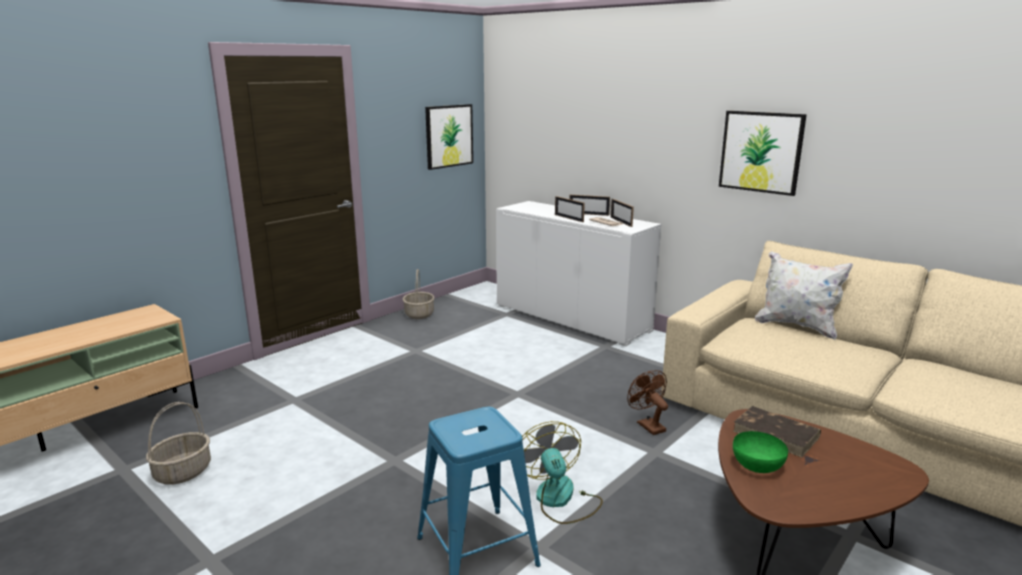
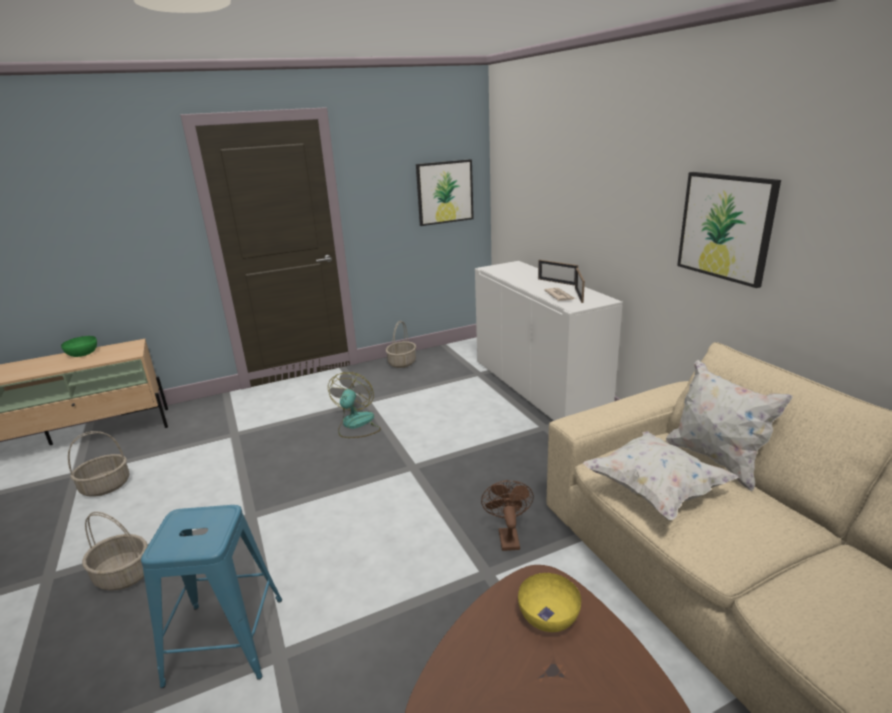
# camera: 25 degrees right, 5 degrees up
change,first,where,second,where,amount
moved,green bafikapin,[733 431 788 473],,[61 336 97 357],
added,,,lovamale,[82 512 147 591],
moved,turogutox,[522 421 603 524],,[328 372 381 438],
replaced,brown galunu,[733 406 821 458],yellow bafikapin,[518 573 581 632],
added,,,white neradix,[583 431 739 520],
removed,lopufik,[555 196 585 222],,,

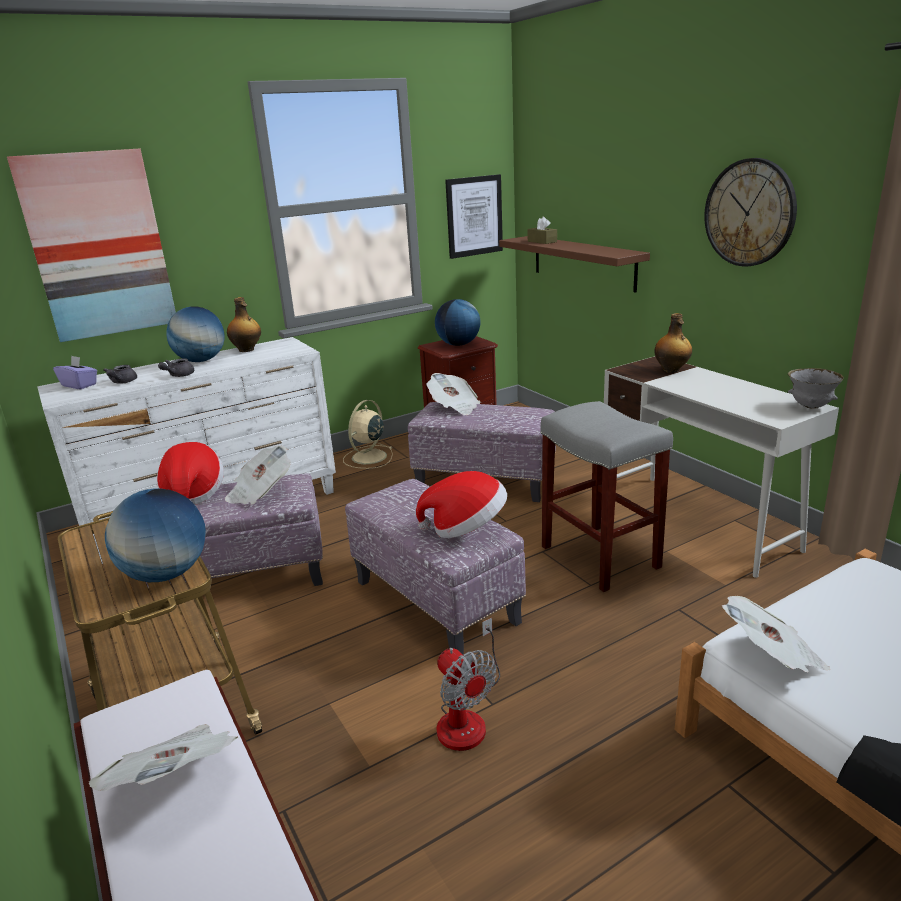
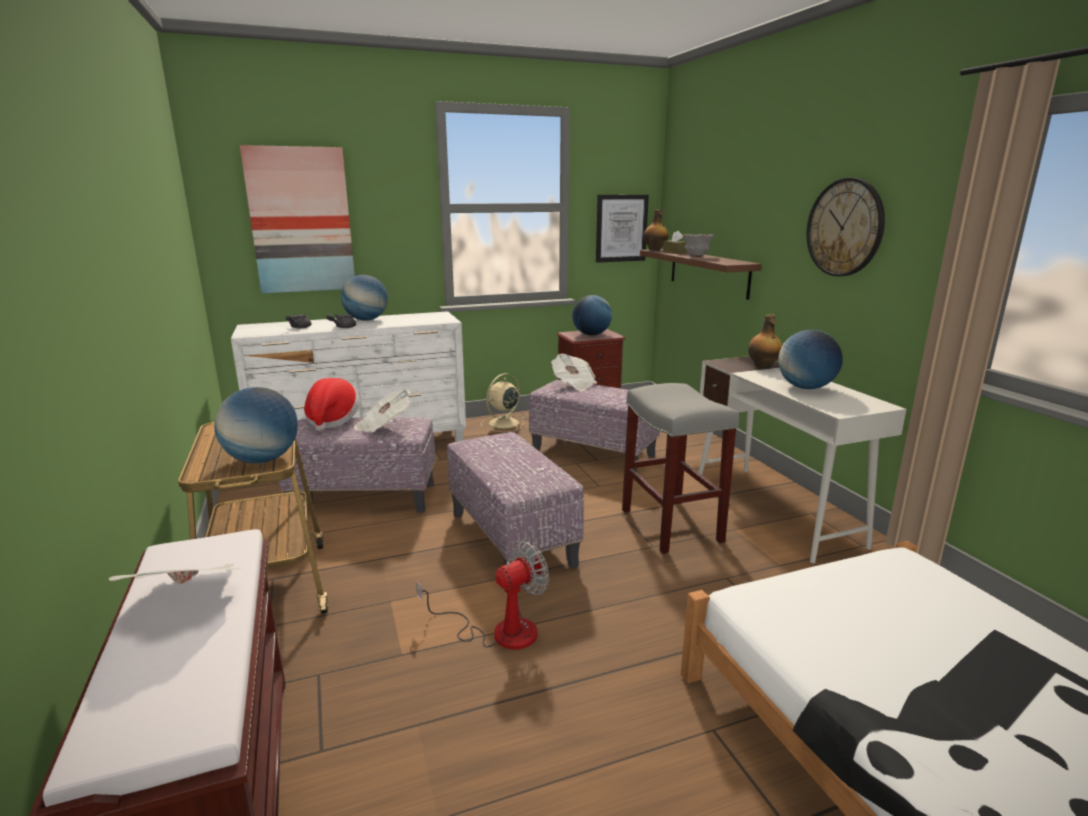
# camera: 10 degrees right, 5 degrees down
change,first,where,second,where,amount
turned,turogutox,[437 618 500 751],,[416 541 549 650],105 degrees counterclockwise
moved,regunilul,[227 297 261 352],,[644 209 669 251],
moved,grey bafikapin,[788 368 844 408],,[682 234 714 257],
added,,,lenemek,[778 330 843 389],
removed,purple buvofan,[53 355 97 389],,,
removed,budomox,[416 471 507 538],,,
removed,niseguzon,[722 596 830 673],,,

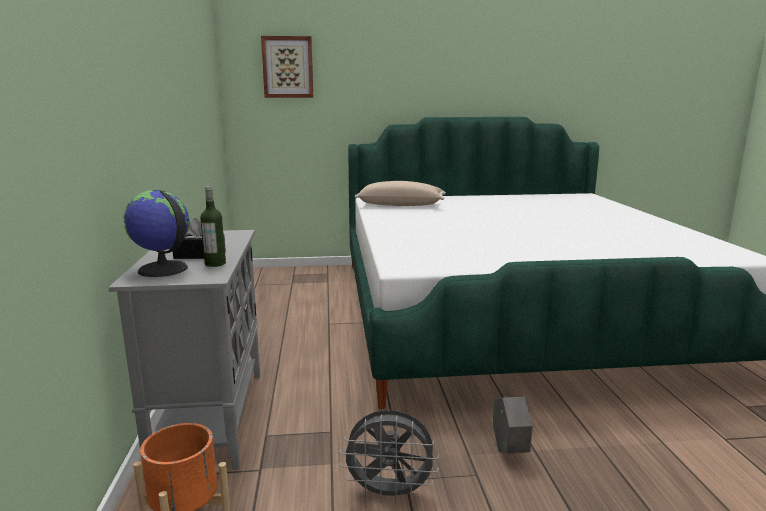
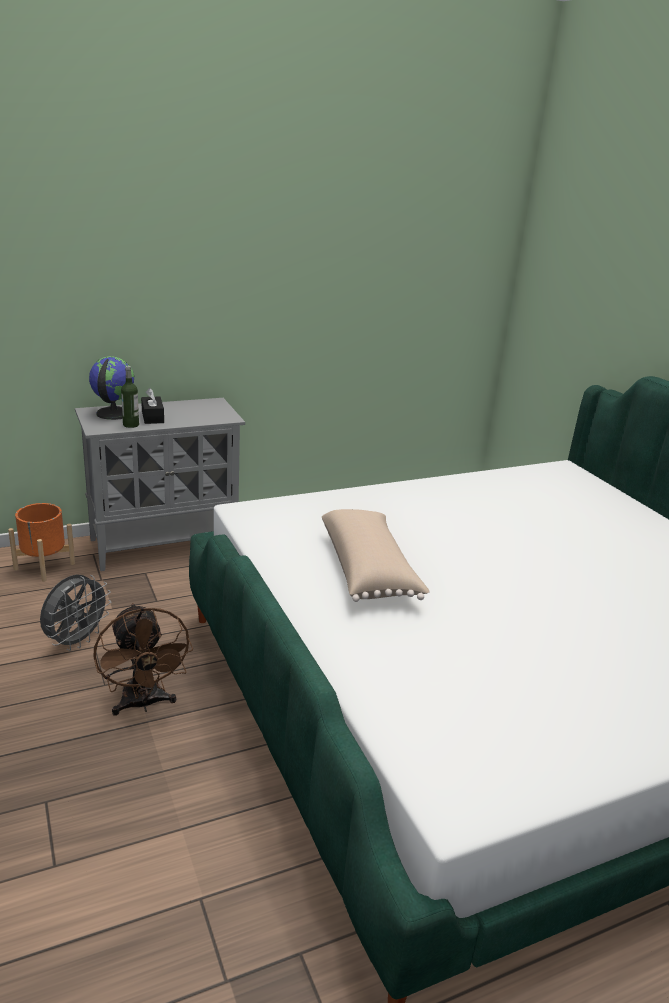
# camera: 70 degrees right, 10 degrees up
change,first,where,second,where,amount
turned,grey turogutox,[339 410 439 503],,[40 574 111 651],135 degrees counterclockwise
replaced,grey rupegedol,[493 397 532 453],brown turogutox,[93 603 193 715],
moved,beige neradix,[355 181 446 206],,[322 509 430 602],
removed,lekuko,[261 36 313 98],,,

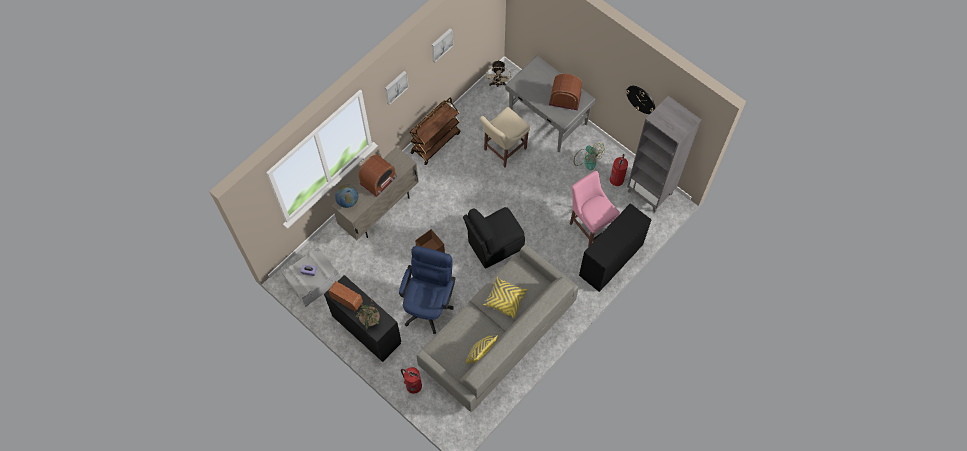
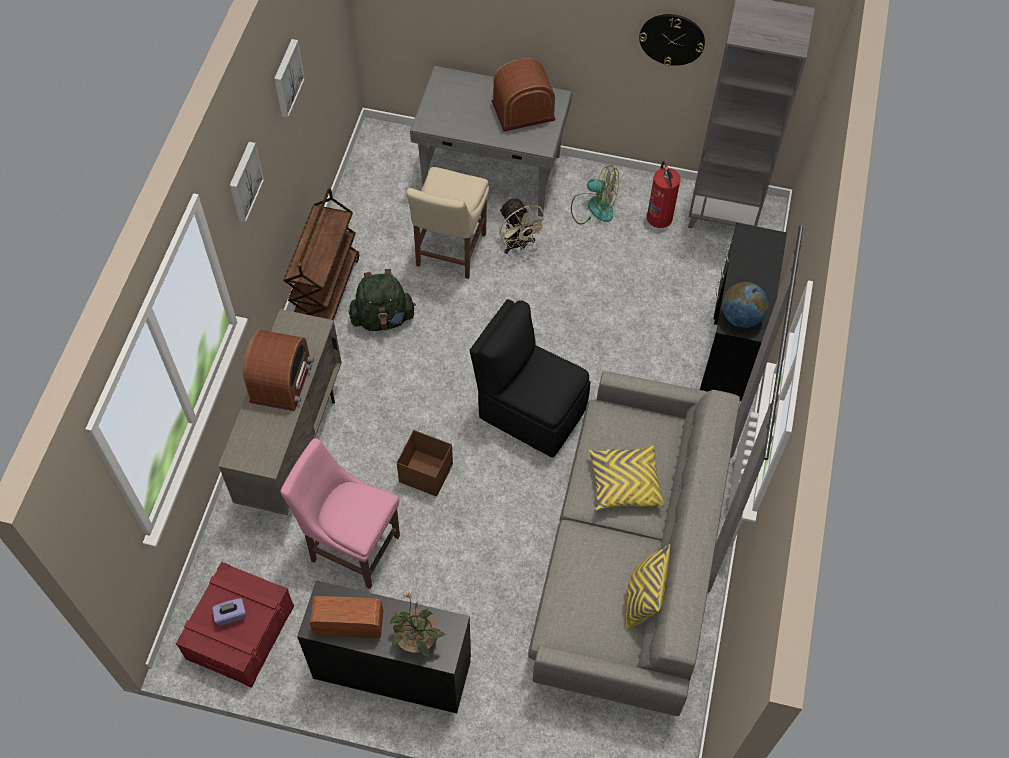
# camera: 30 degrees left, 5 degrees down
change,first,where,second,where,amount
recoloured,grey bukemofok,[282 247 340 307],red bukemofok,[176 562 294 688],
moved,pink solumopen,[570 171 620 247],,[280 439 400 589],
added,,,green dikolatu,[349 269 416 331],
turned,black solumopen,[463 207 525 269],,[469 299 590 457],90 degrees clockwise
moved,beige turogutox,[486 60 511 87],,[500 197 549 254],
moved,lenemek,[335 185 358 208],,[722 282 769 328],
removed,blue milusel,[399 246 455 334],,,
removed,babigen,[401 367 422 394],,,

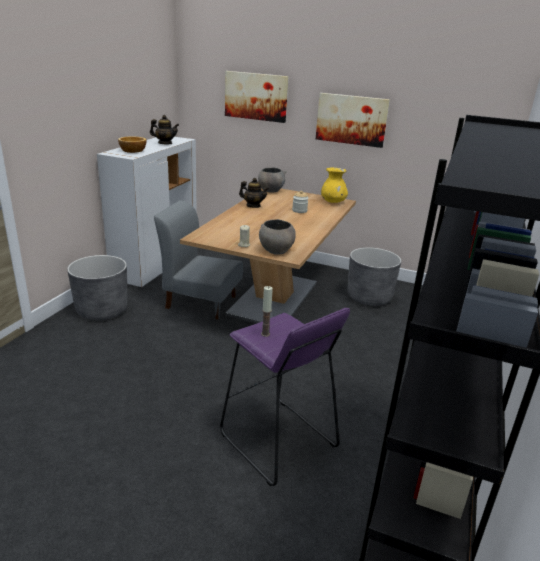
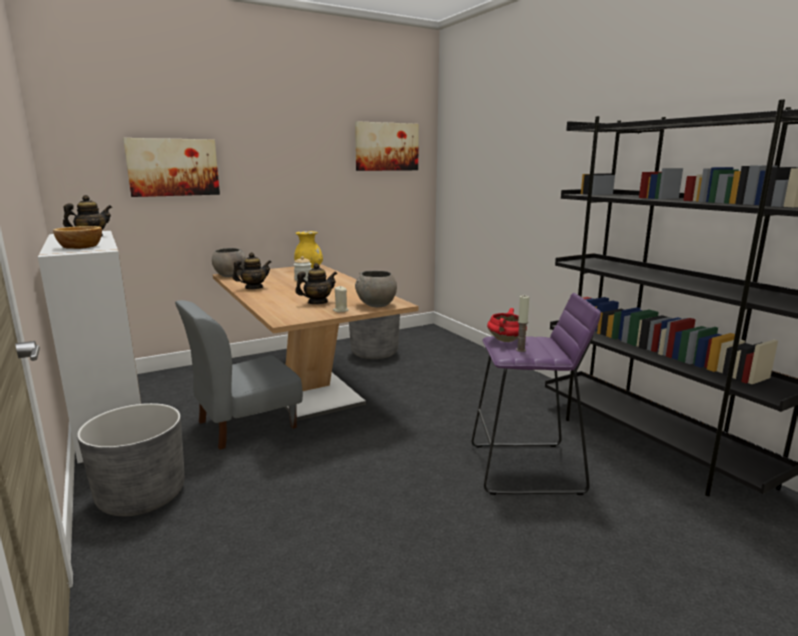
# camera: 50 degrees left, 10 degrees down
change,first,where,second,where,amount
added,,,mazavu,[295 263 337 304],
moved,lekuko,[316 93 390 148],,[355 121 419 171],
added,,,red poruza,[487 308 527 342],

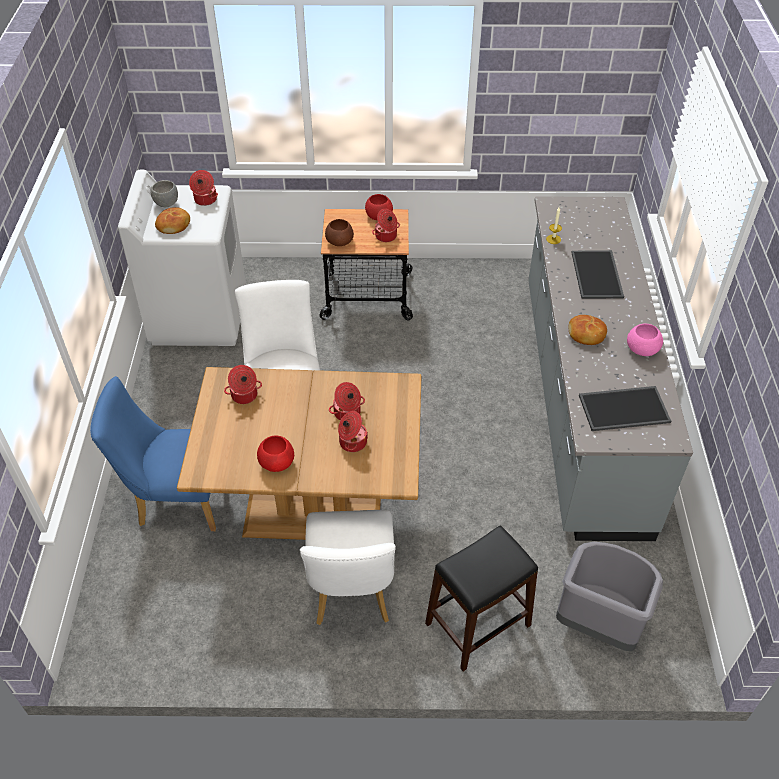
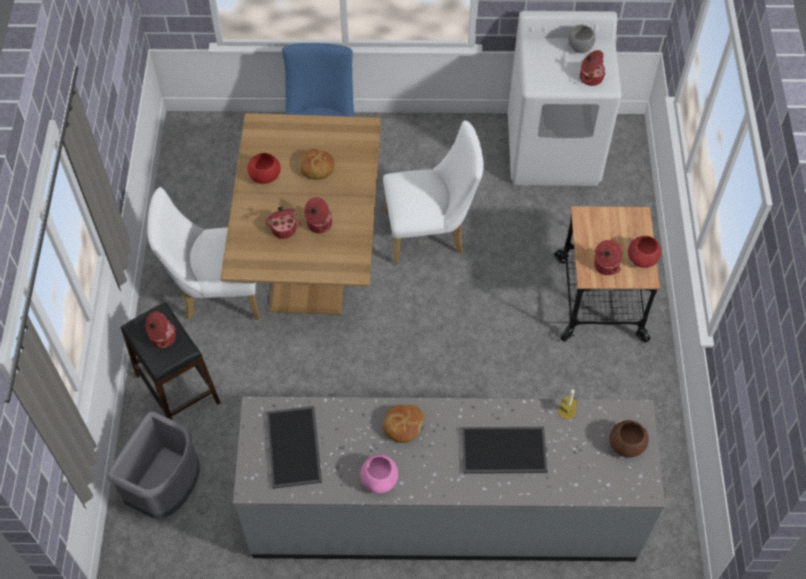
# camera: 90 degrees right, 10 degrees up
change,first,where,second,where,amount
moved,poruza,[224 365 262 404],,[146 312 176 348],
moved,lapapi,[155 207 190 234],,[299 149 335 180],
moved,brown bafikapin,[325 219 354 246],,[609 420 649 458],

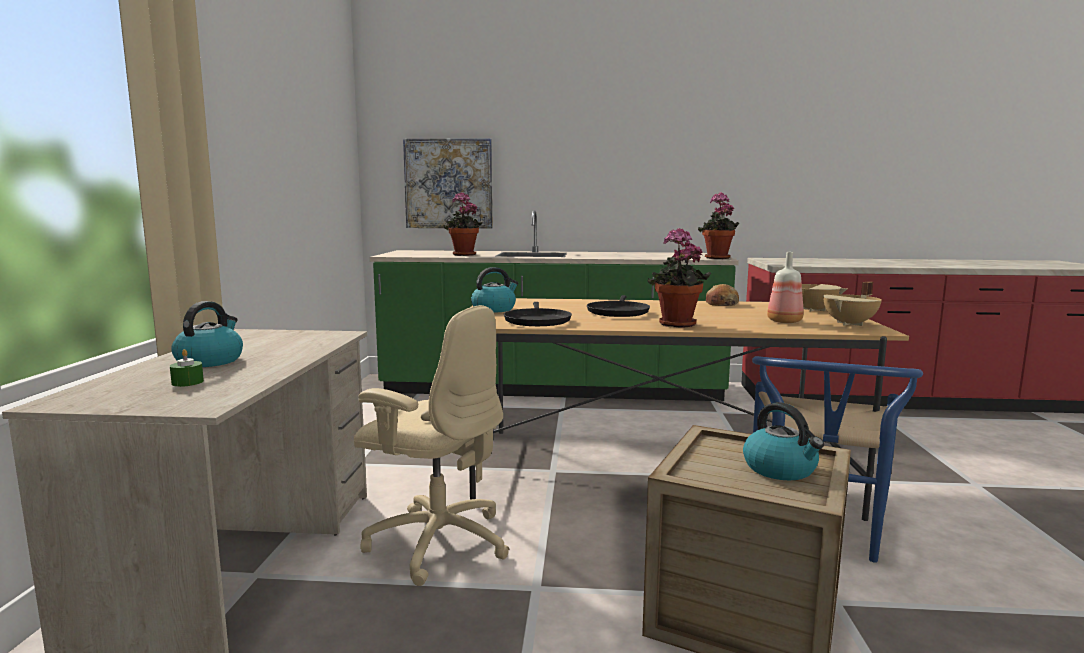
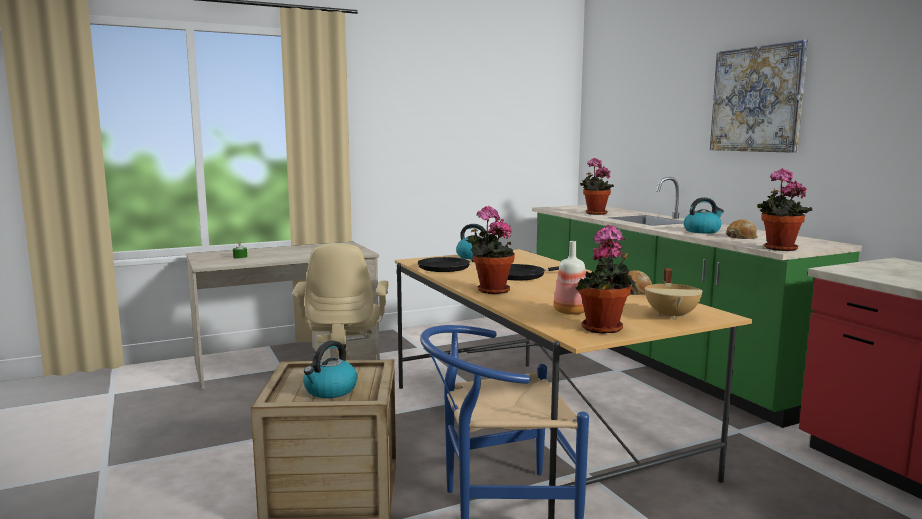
# camera: 60 degrees right, 0 degrees up
change,first,where,second,where,amount
replaced,beige poruza,[823 281 882 326],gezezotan,[576 225 636 334],
moved,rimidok,[171 301 243 367],,[684 197 724 233],
moved,lekuko,[403 138 493 229],,[710 40 808 153],
added,,,lapapi,[726 219 758 239],

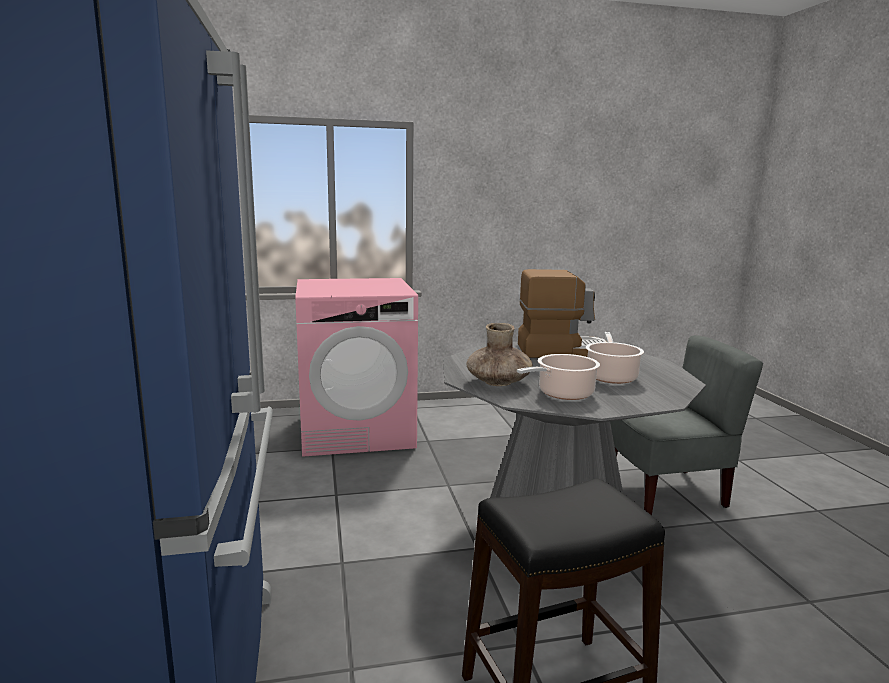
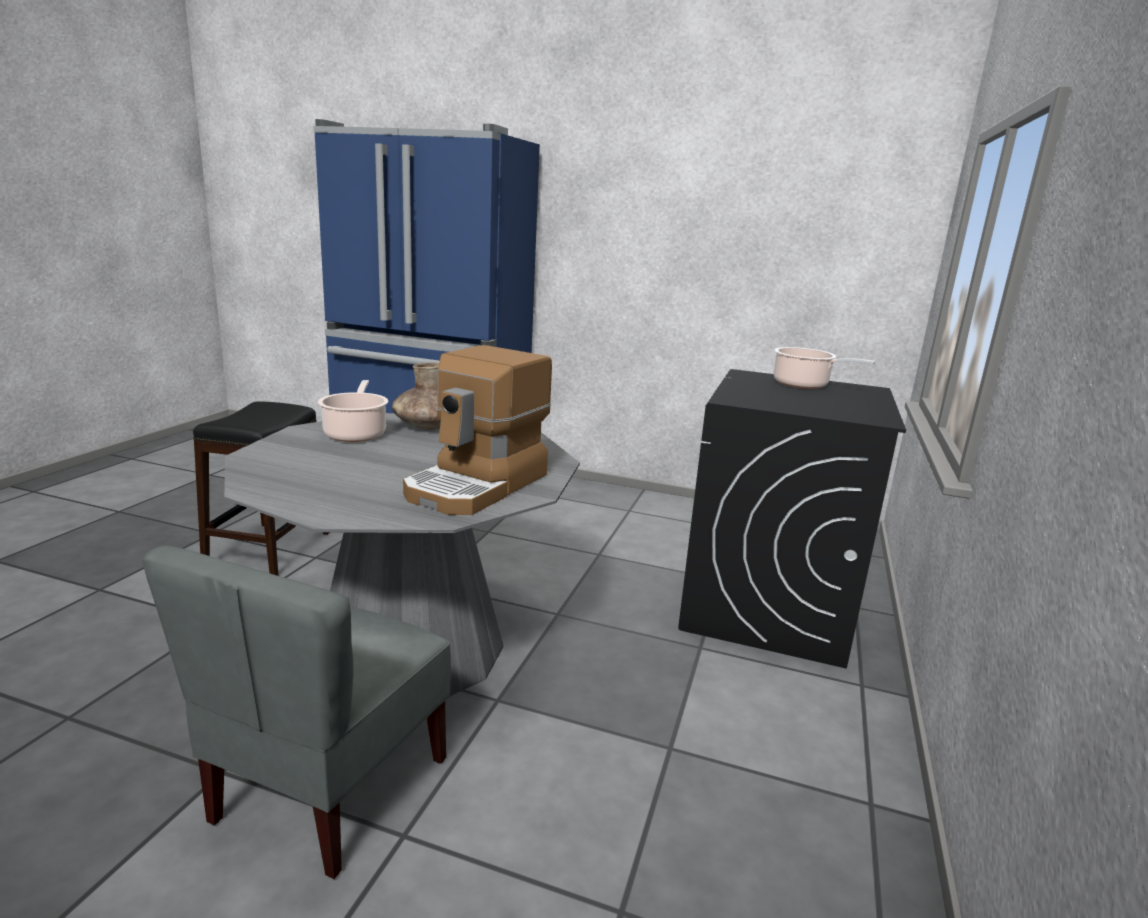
# camera: 120 degrees right, 5 degrees up
change,first,where,second,where,amount
recoloured,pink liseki,[295 278 418 457],black liseki,[678 369 906 669],
moved,poruza,[586 332 644 384],,[774 347 875 389],

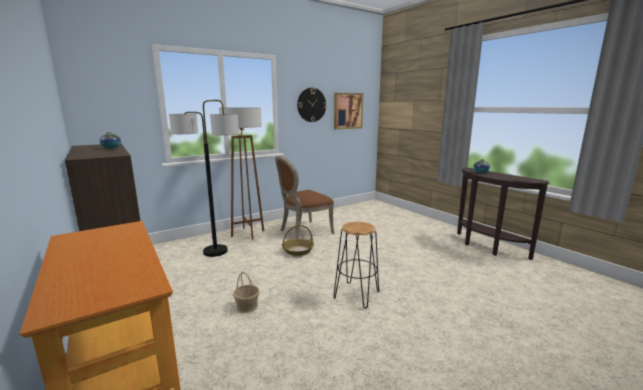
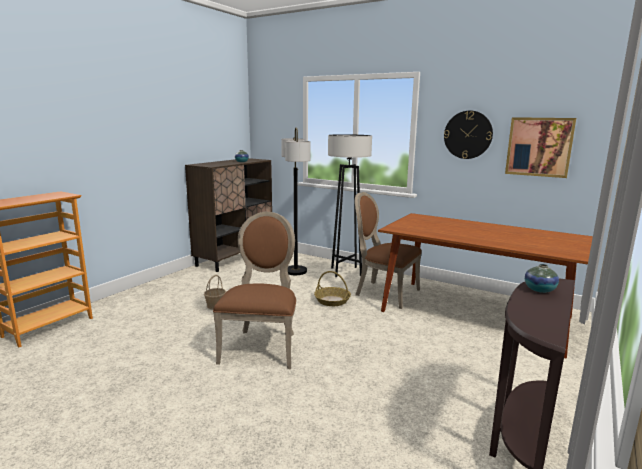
# camera: 65 degrees right, 0 degrees up
change,first,where,second,where,amount
replaced,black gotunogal,[333 221 379 309],brown solumopen,[213 212 296 369],
recoloured,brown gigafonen,[219 108 264 240],grey gigafonen,[328 134 372 277],
added,,,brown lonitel,[378 213 593 359],

